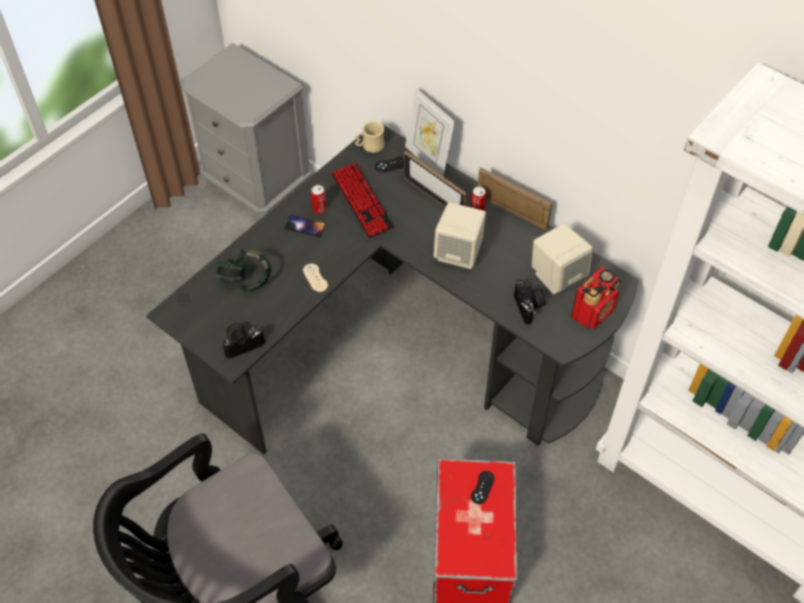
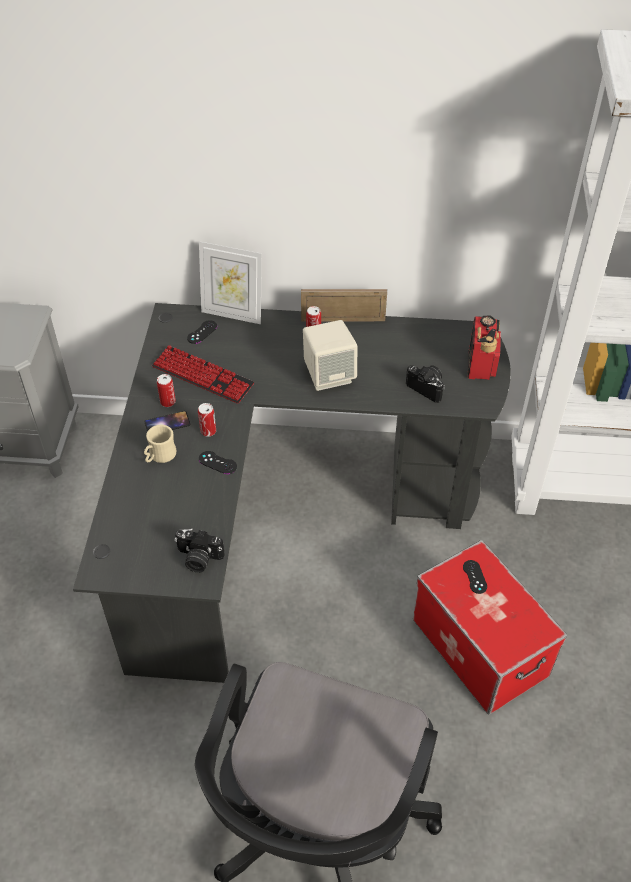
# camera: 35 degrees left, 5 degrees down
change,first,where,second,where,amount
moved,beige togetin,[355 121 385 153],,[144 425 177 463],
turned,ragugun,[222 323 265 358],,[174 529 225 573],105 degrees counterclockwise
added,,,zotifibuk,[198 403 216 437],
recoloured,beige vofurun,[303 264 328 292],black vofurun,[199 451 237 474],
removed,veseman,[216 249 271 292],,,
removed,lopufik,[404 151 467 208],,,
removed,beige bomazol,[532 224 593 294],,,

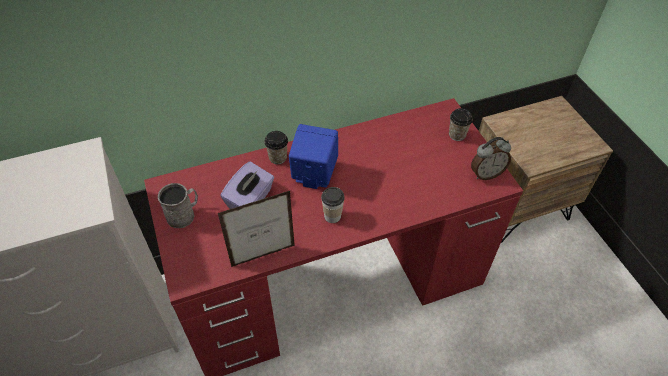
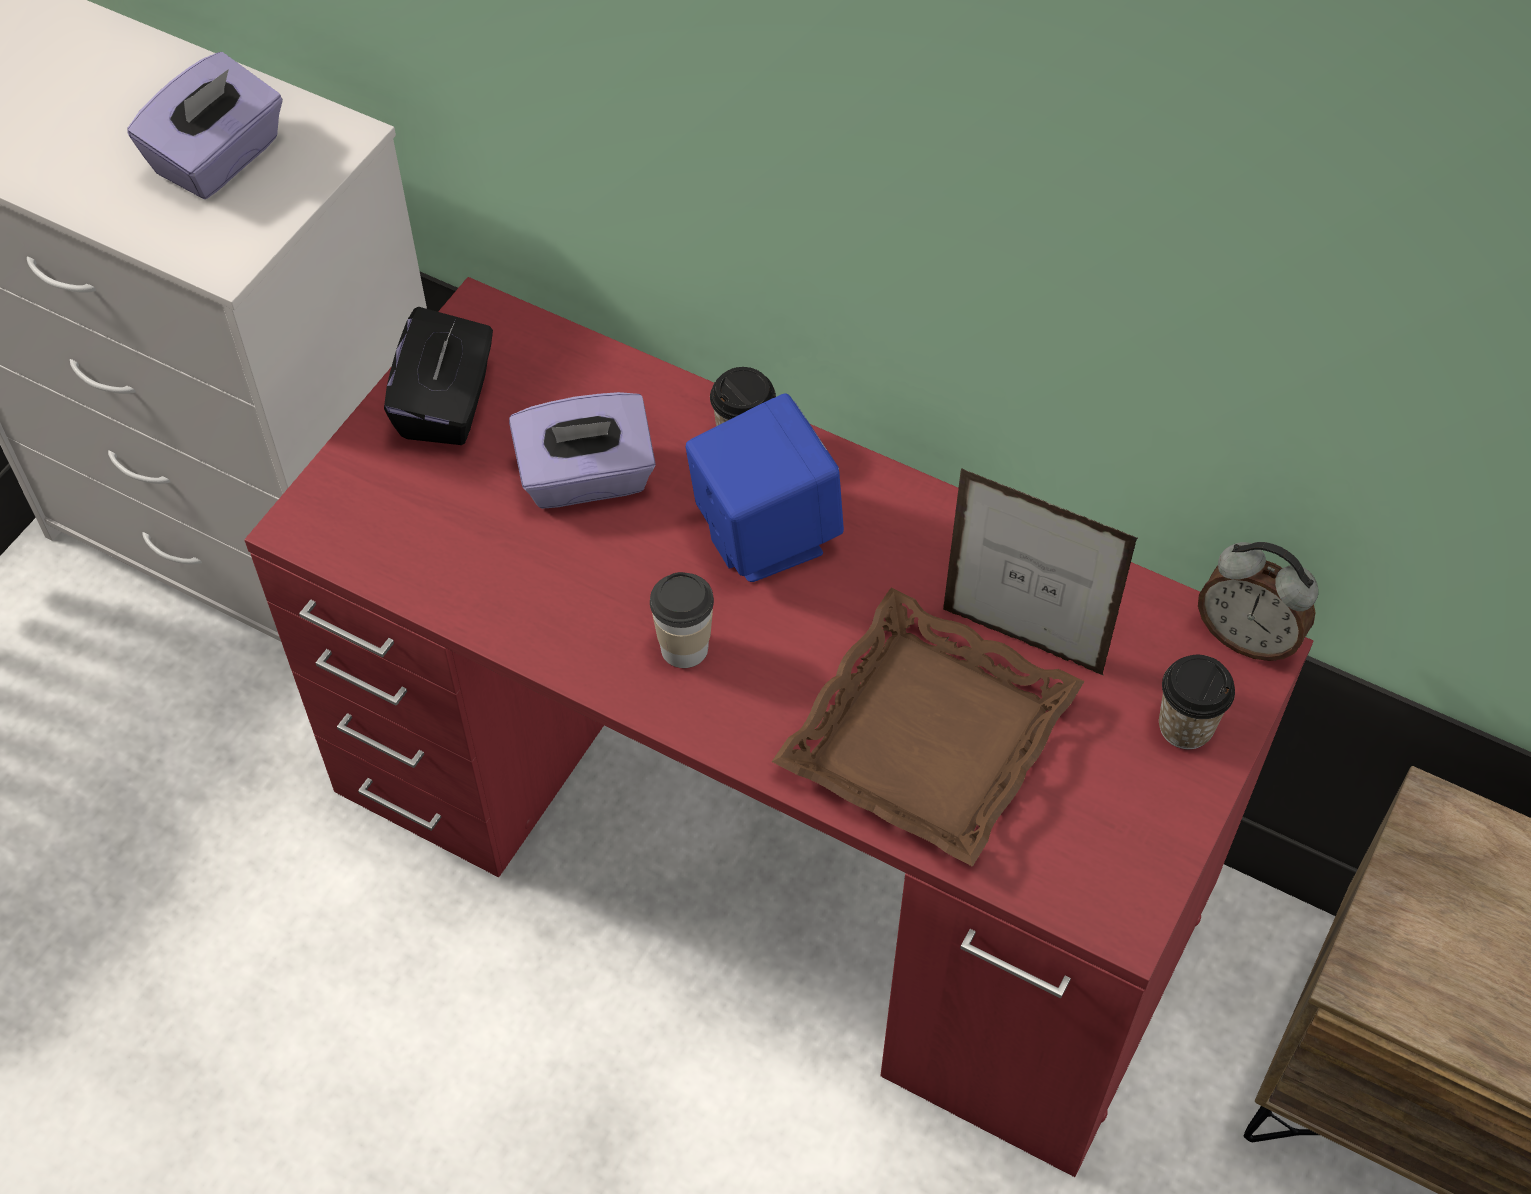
# camera: 50 degrees right, 5 degrees up
change,first,where,second,where,amount
added,,,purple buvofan,[127 52 283 199],
replaced,grey togetin,[158 183 198 228],black buvofan,[384 307 493 445],
added,,,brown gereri,[772 587 1085 867],
moved,lopufik,[218 191 295 267],,[943 468 1138 676],
moved,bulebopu,[471 137 511 180],,[1198 542 1318 661],

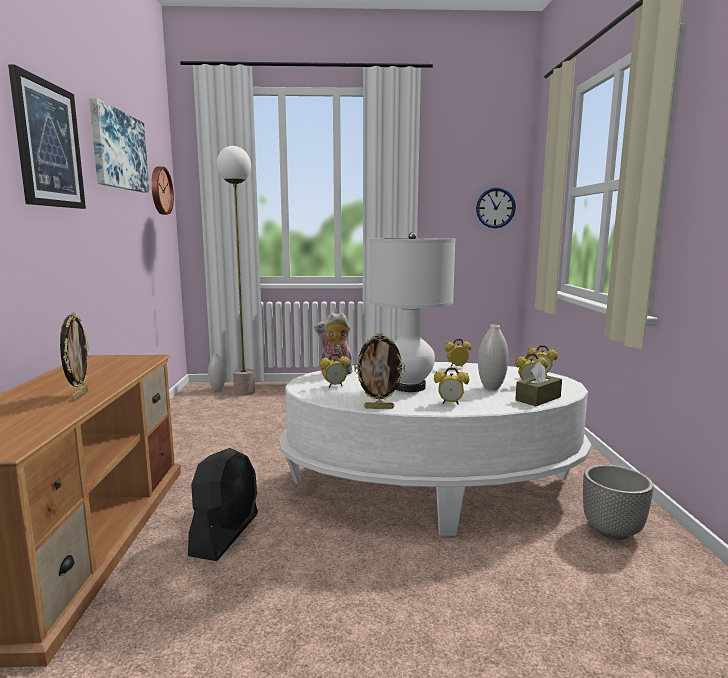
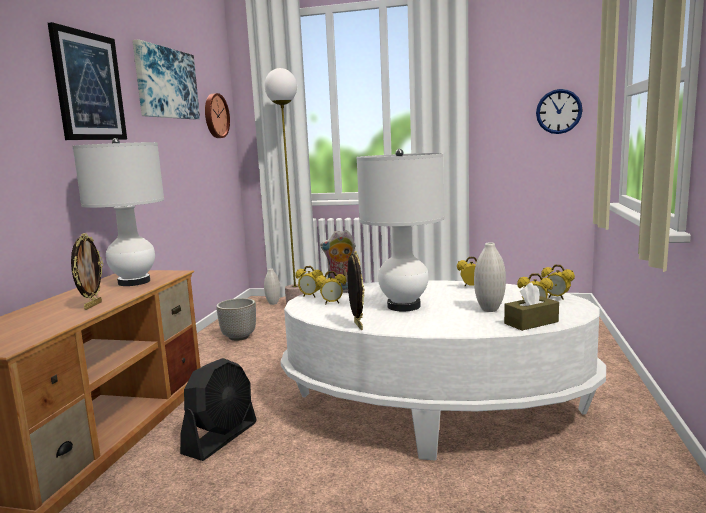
# camera: 15 degrees right, 0 degrees up
change,first,where,second,where,amount
added,,,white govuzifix,[73 138 164 286],
moved,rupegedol,[583 464 654 540],,[216 298 256 341],
moved,bulebopu,[434 367 469 405],,[295 266 323 297],
turned,lopufik,[354 333 405 409],,[347 251 364 330],120 degrees counterclockwise

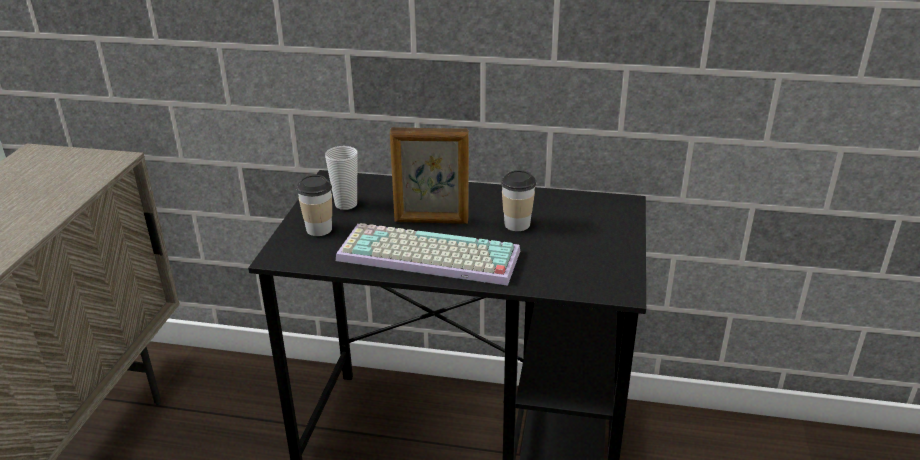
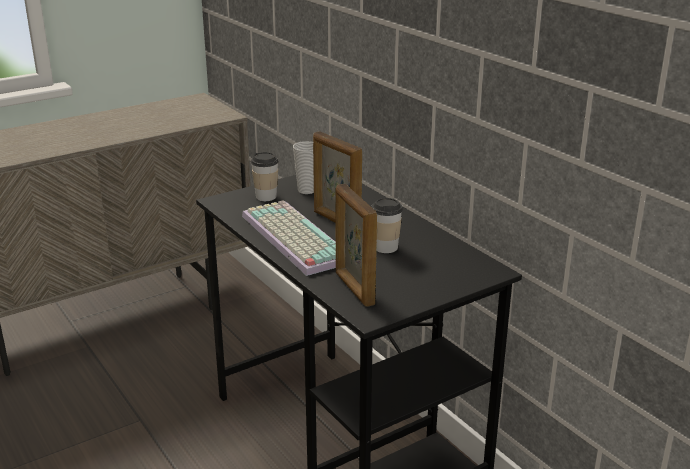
# camera: 45 degrees right, 5 degrees down
change,first,where,second,where,amount
added,,,lopufik,[336 184 377 307],

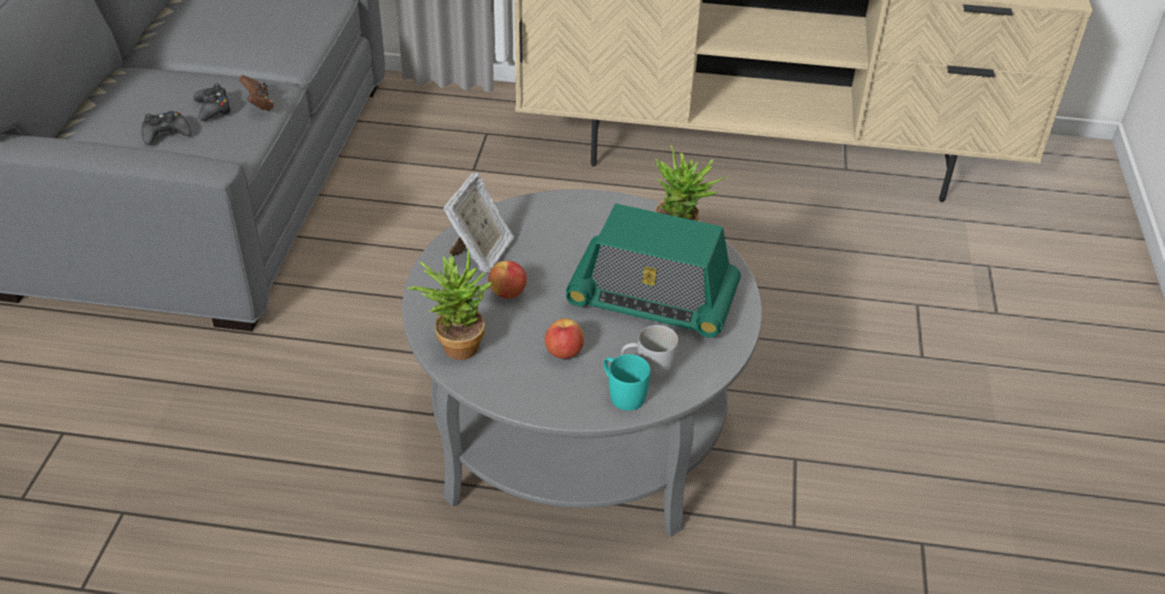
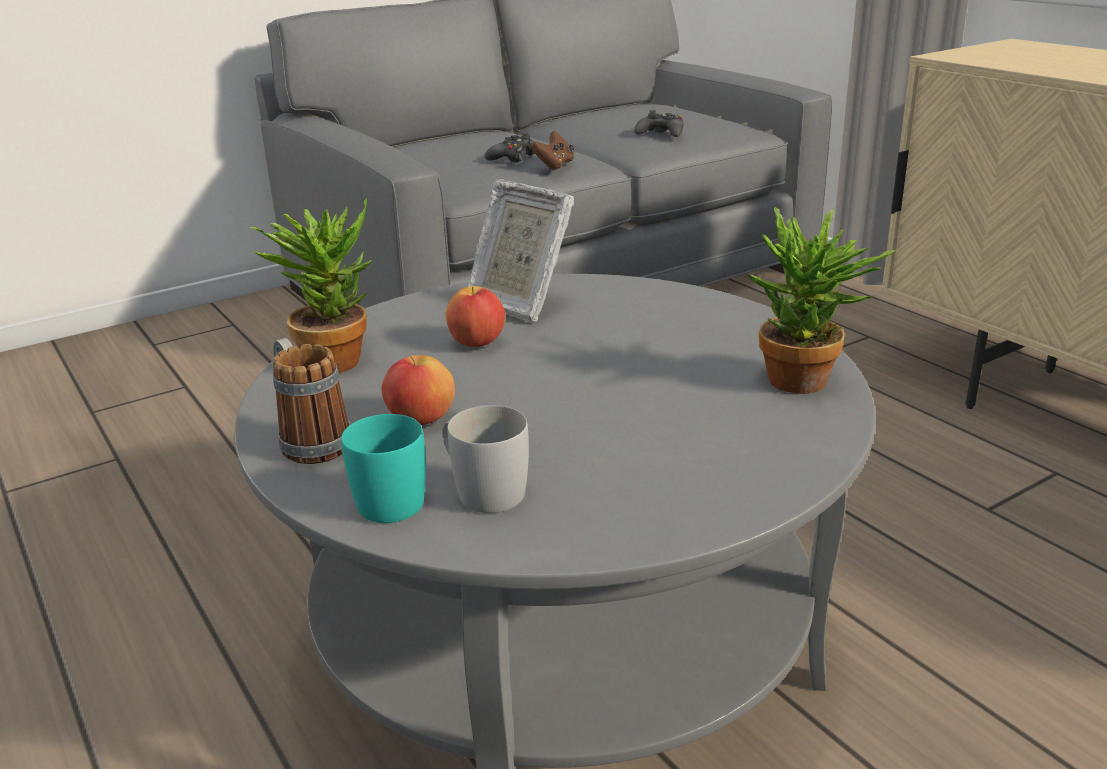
# camera: 50 degrees right, 15 degrees down
change,first,where,second,where,amount
added,,,togetin,[273 338 350 464],
turned,lopufik,[443 172 514 274],,[468 179 575 322],60 degrees clockwise
moved,black vofurun,[142 111 192 145],,[634 110 683 137],
removed,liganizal,[566 204 741 338],,,

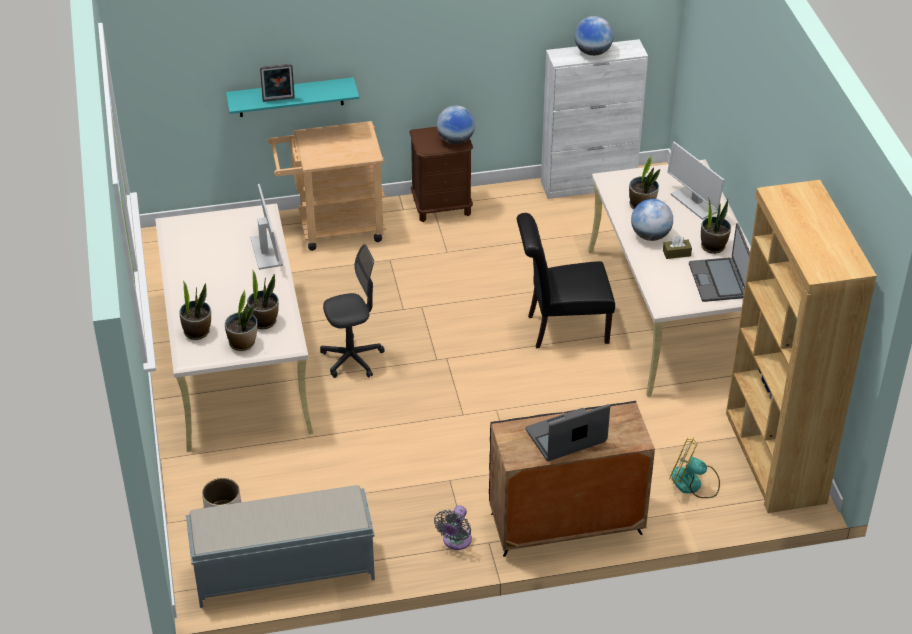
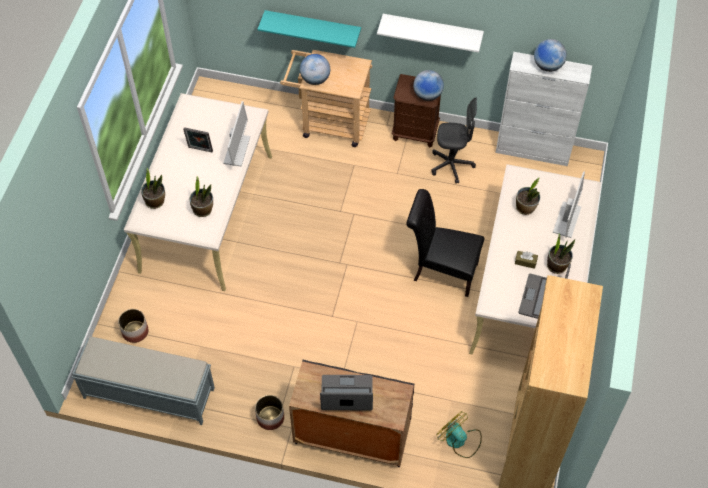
# camera: 25 degrees right, 15 degrees up
change,first,where,second,where,amount
moved,lopufik,[260 64 295 102],,[183 127 213 152],
replaced,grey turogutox,[434 505 472 550],rupegedol,[255 395 284 430],
moved,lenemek,[631 199 673 241],,[300 54 330 85],
added,,,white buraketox,[377 14 484 53],
moved,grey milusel,[320 244 385 378],,[432 98 477 184],
turned,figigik,[667 142 724 220],,[553 171 585 238],150 degrees counterclockwise
removed,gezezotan,[225 290 257 351],,,

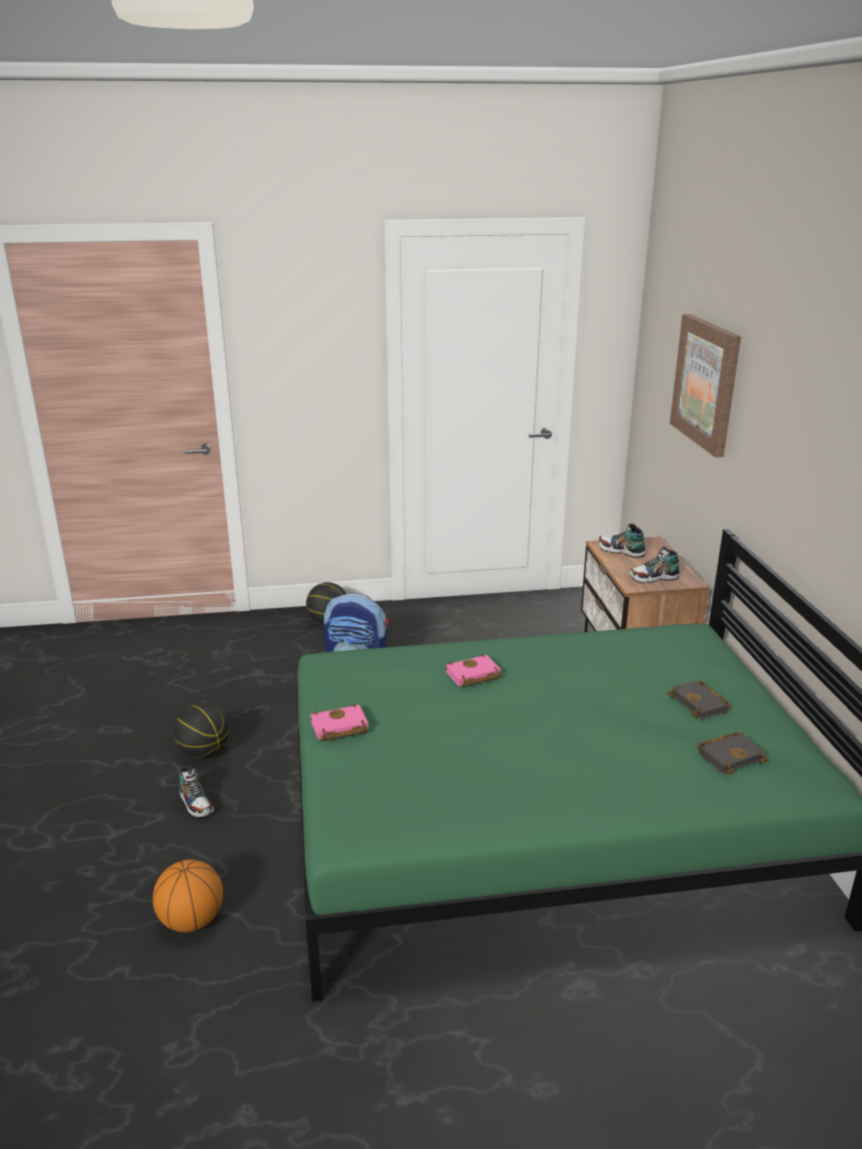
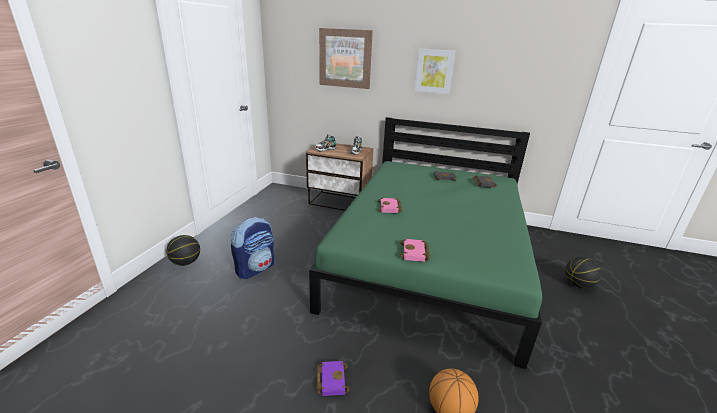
# camera: 65 degrees left, 0 degrees up
change,first,where,second,where,amount
replaced,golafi,[179 767 214 818],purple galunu,[317 361 350 396],
added,,,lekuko,[415 49 455 94],
moved,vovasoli,[174 703 229 758],,[565 257 601 288],

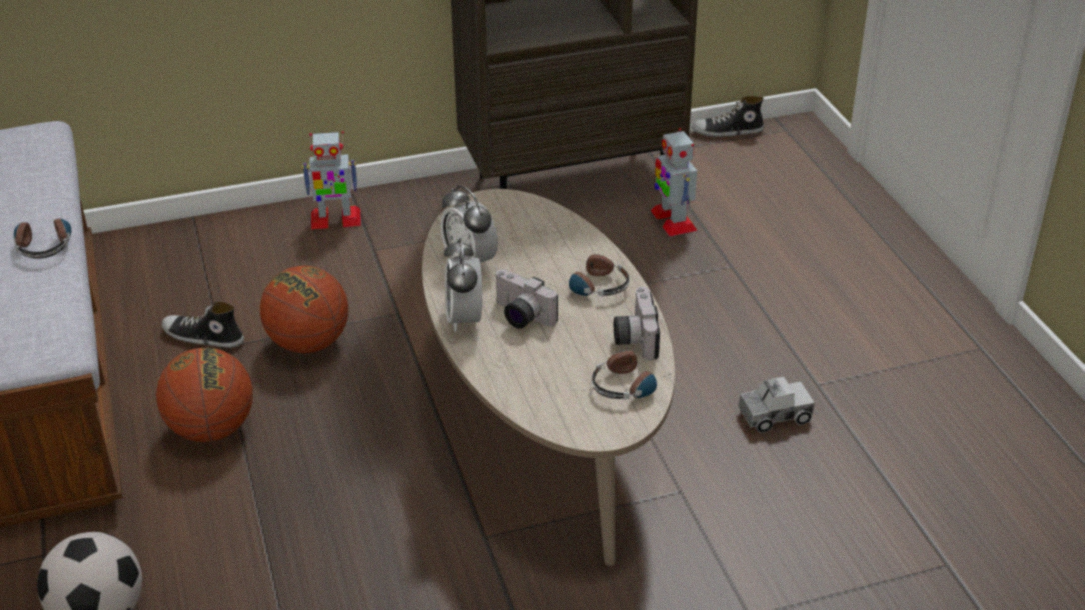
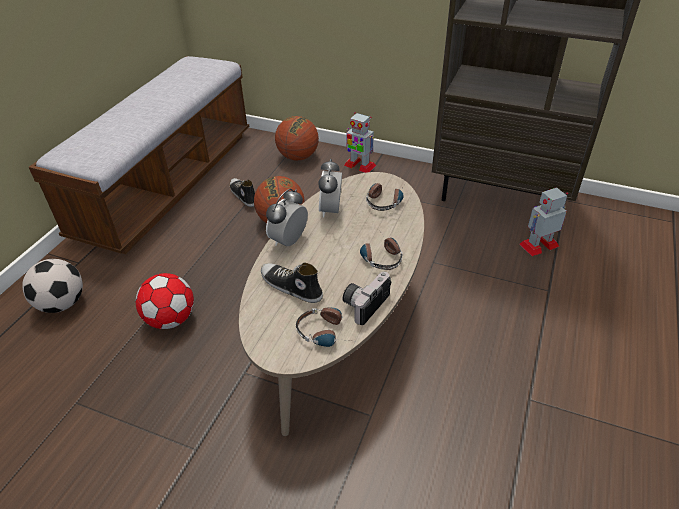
# camera: 40 degrees right, 5 degrees up
change,first,where,second,where,amount
added,,,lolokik,[136 273 194 329],
moved,golafi,[692 96 764 137],,[261 263 323 303],
moved,vovasoli,[156 348 253 442],,[275 116 319 161],
moved,veseman,[14 213 71 259],,[366 183 406 211],
turned,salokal,[651 128 697 236],,[519 187 568 256],45 degrees clockwise
removed,ragugun,[495 269 558 329],,,
removed,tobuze,[738 377 815 433],,,

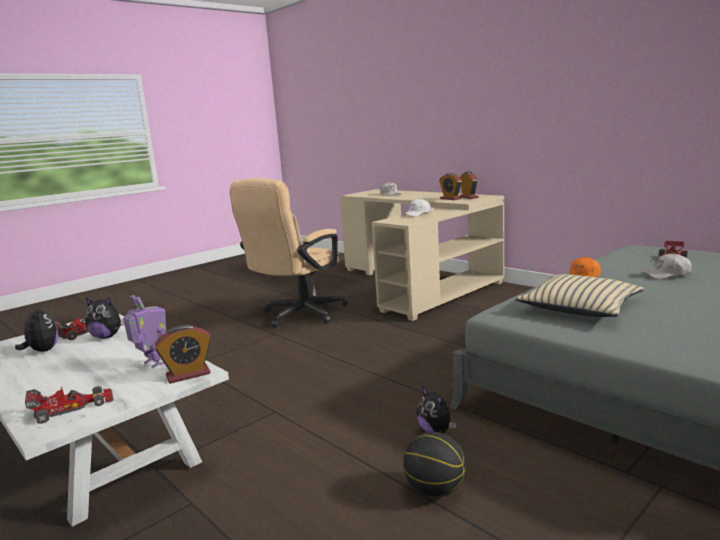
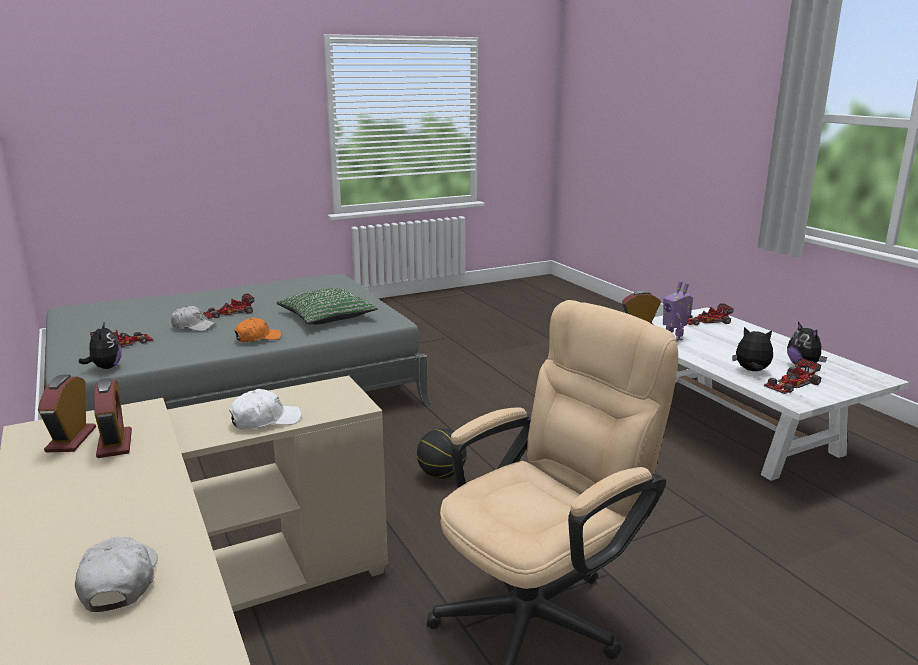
# camera: 165 degrees left, 5 degrees up
change,first,where,second,where,amount
moved,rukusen,[417 387 456 433],,[79 321 122 369],
added,,,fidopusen,[203 293 254 319],
recoloured,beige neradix,[515 274 645 317],green neradix,[276 288 378 324],
moved,vovasoli,[403 432 466 497],,[417 428 467 479],

